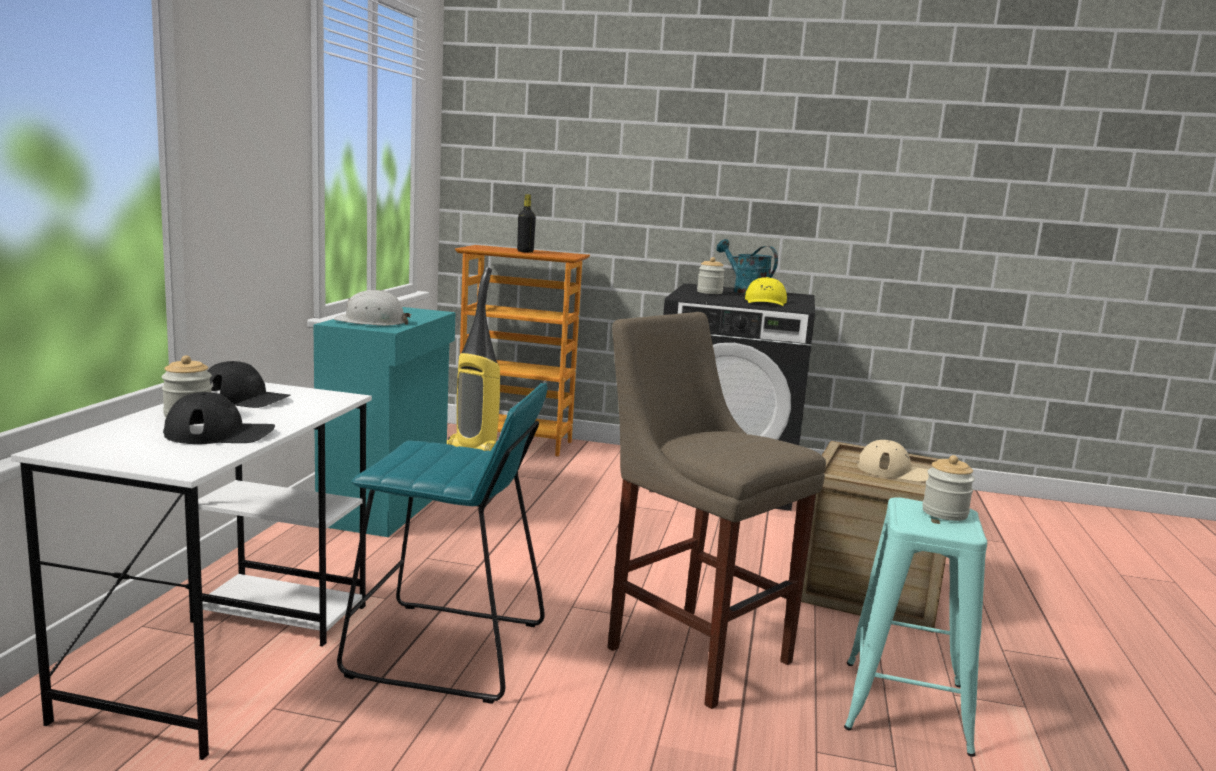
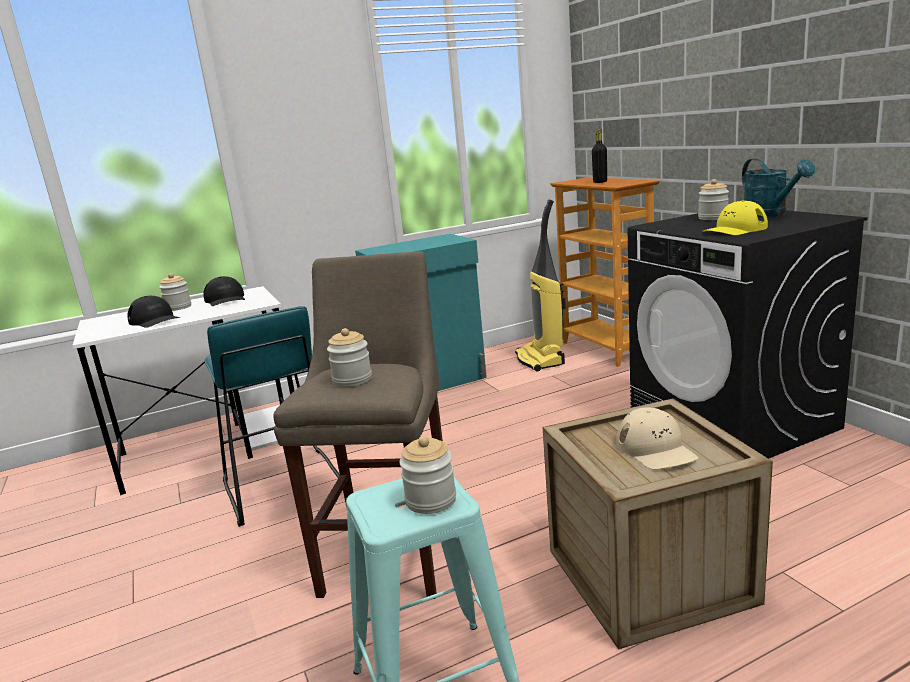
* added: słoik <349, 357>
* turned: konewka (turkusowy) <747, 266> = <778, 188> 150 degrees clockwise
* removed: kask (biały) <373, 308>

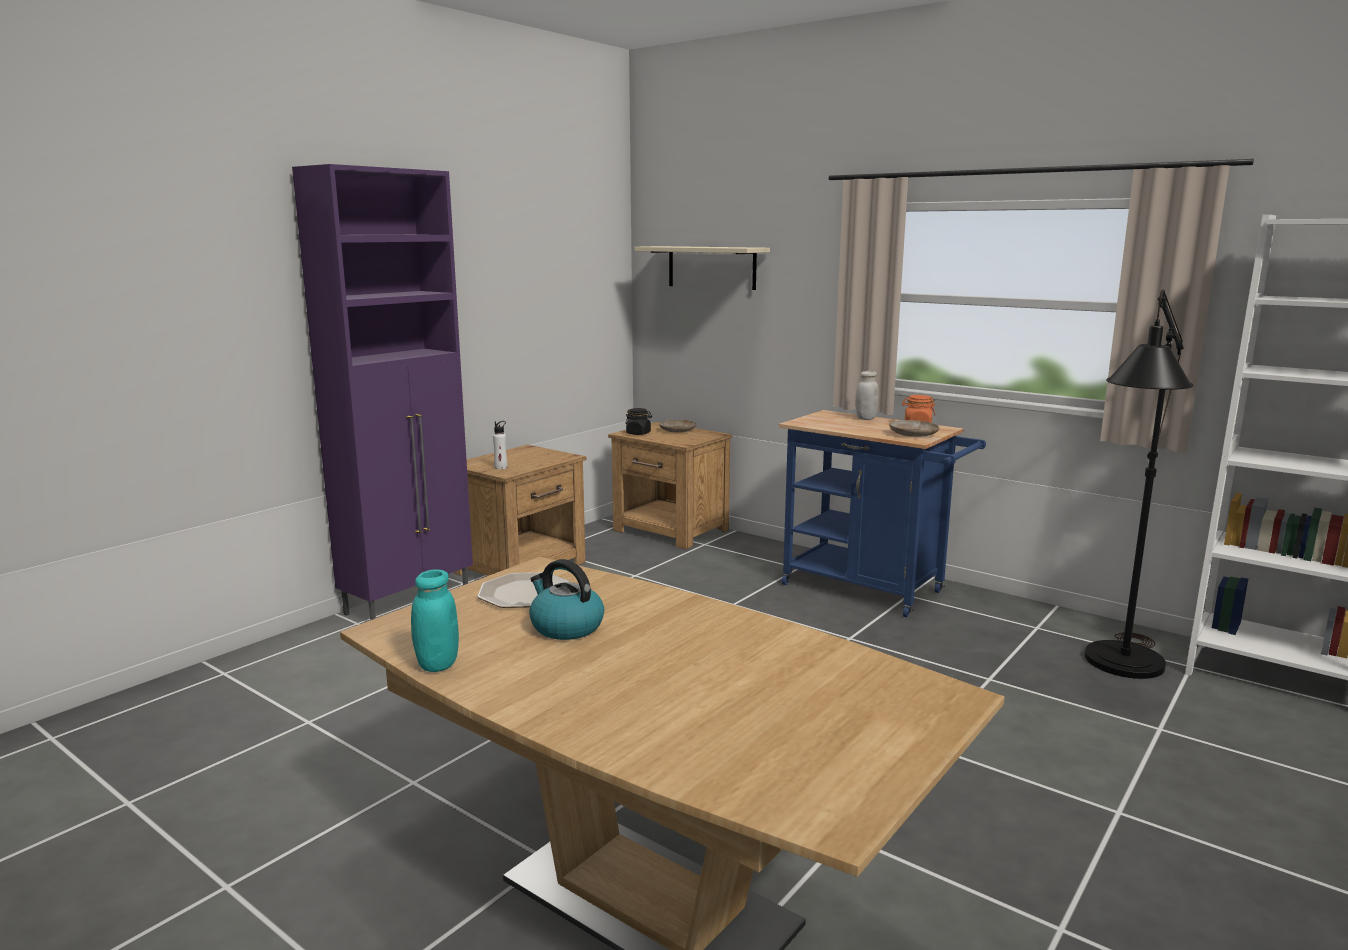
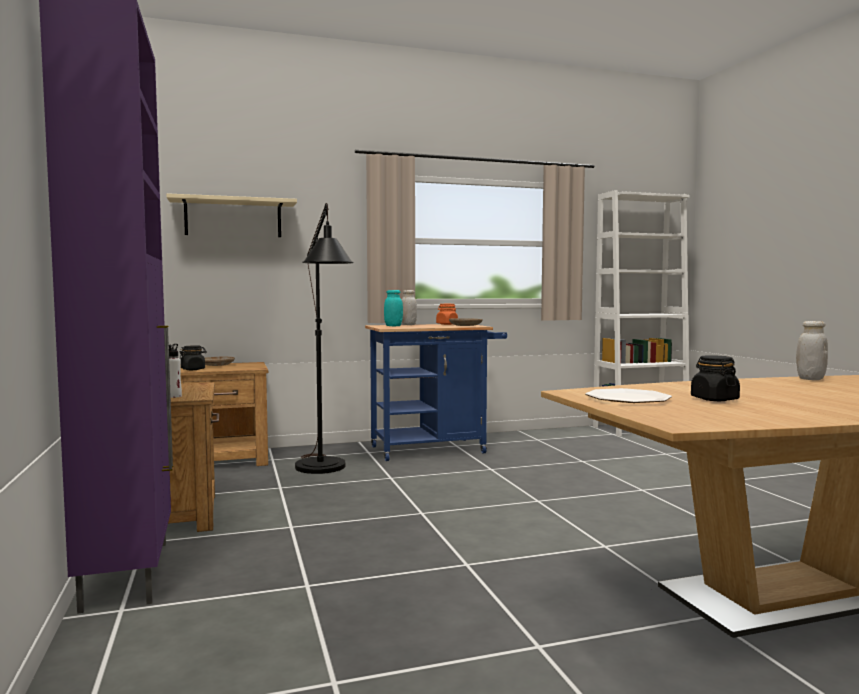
* moved: lampa stojąca (czarny) <1139, 484> to <324, 338>
* moved: słoik (turkusowy) <435, 621> to <393, 308>
* replaced: czajnik <566, 599> to słoik (czarny) <715, 378>
* added: słoik (biały) <812, 350>

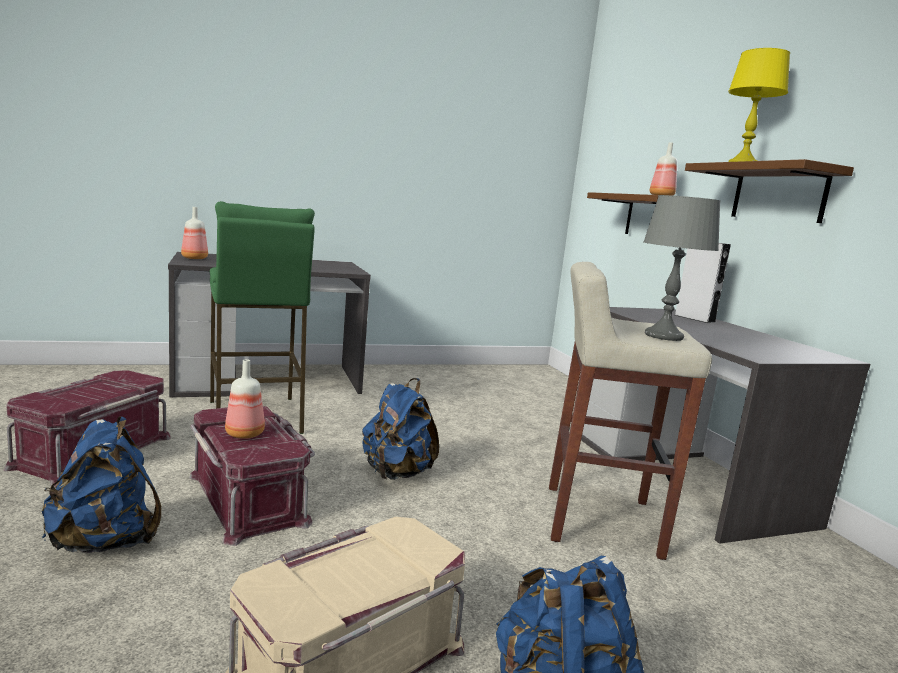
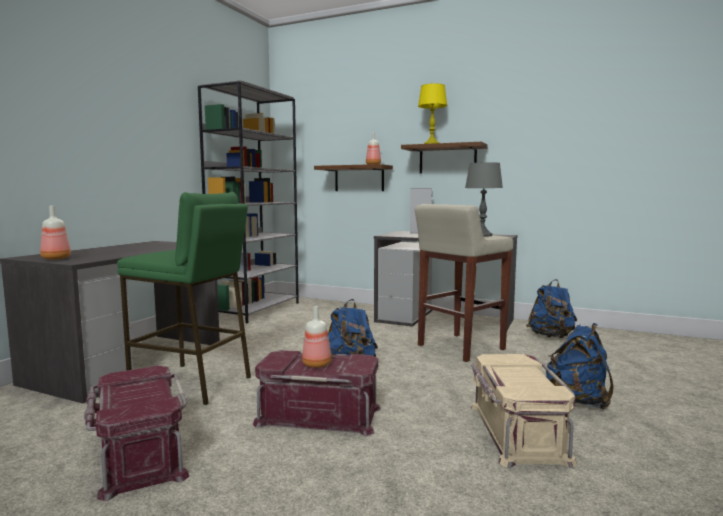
* added: regał (szary) <248, 201>
* moved: plecak (niebieski) <101, 484> to <551, 308>

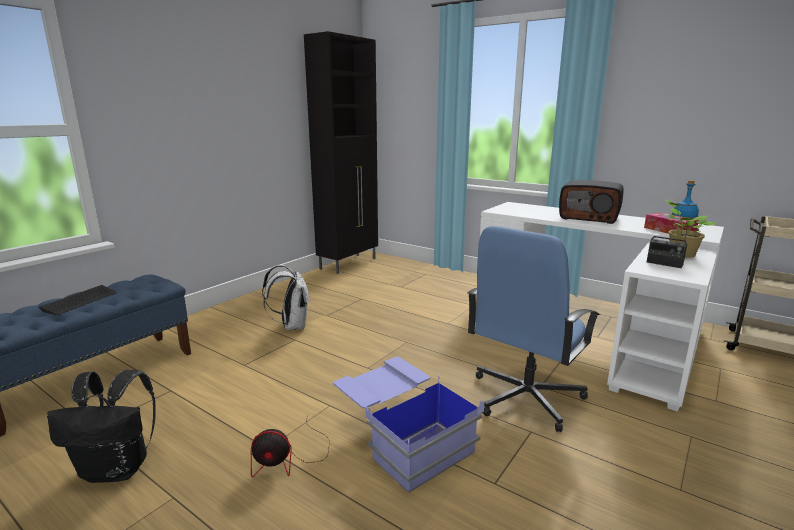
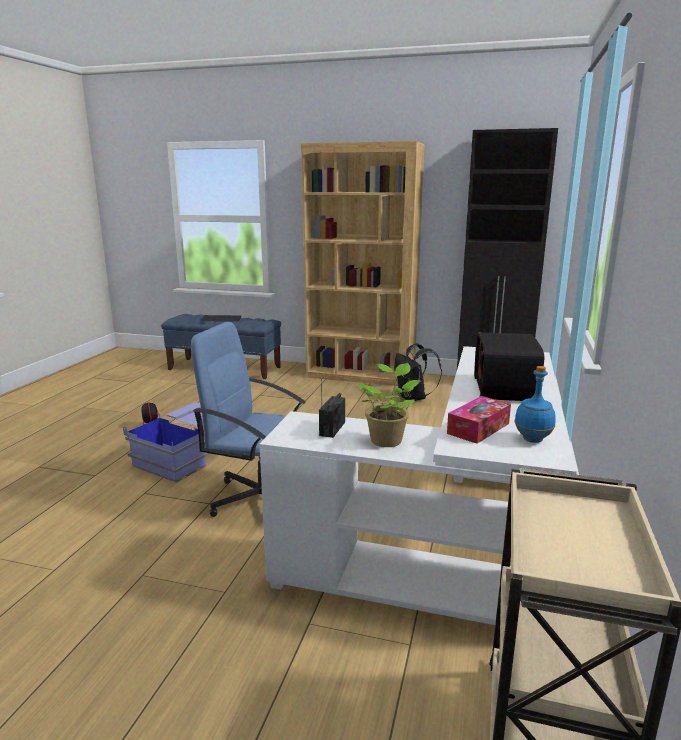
* added: regał (brązowy) <362, 263>
* moved: plecak (czarny) <101, 426> to <418, 372>
* removed: plecak (biały) <285, 297>

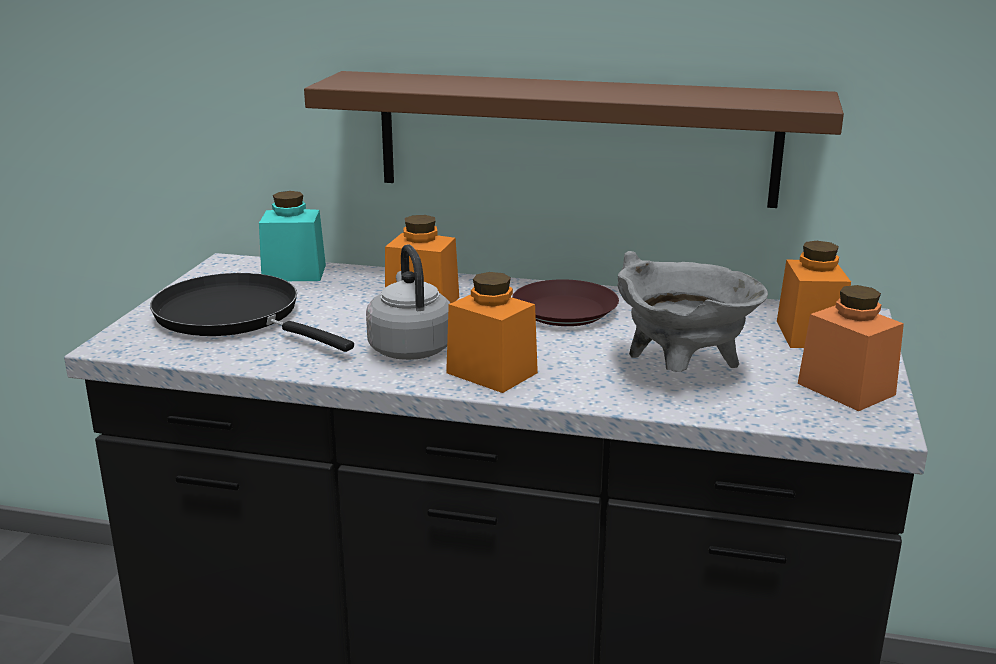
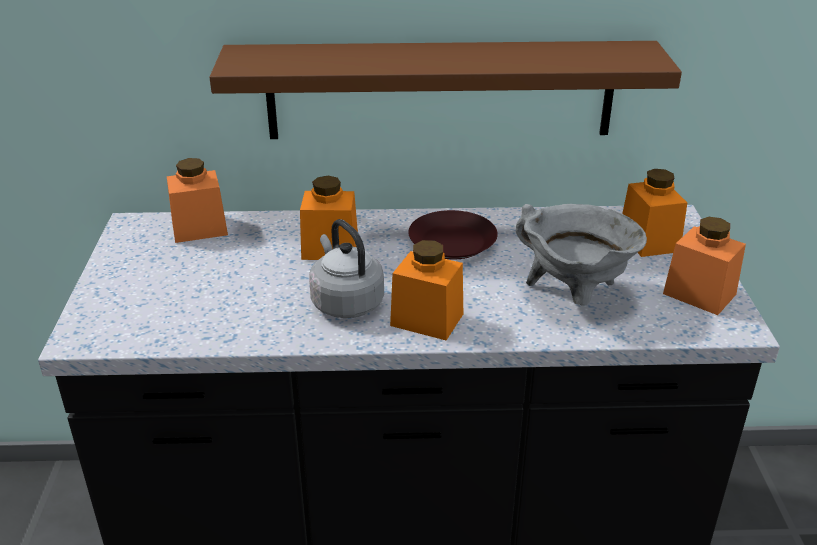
* recoloured: słoik (turkusowy) <292, 236> to słoik (pomarańczowy) <197, 200>
* removed: patelnia (czarny) <252, 312>

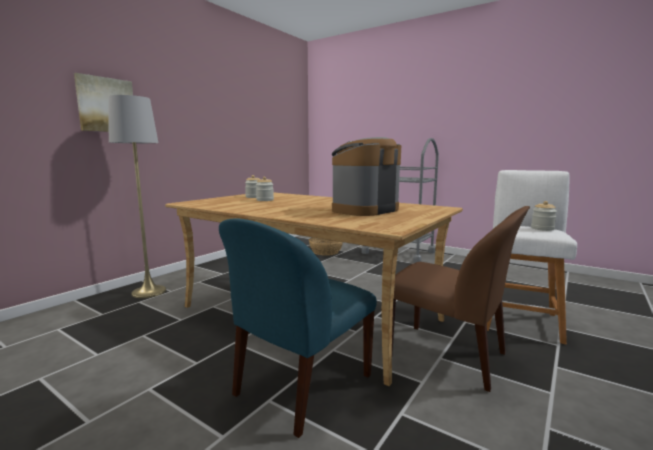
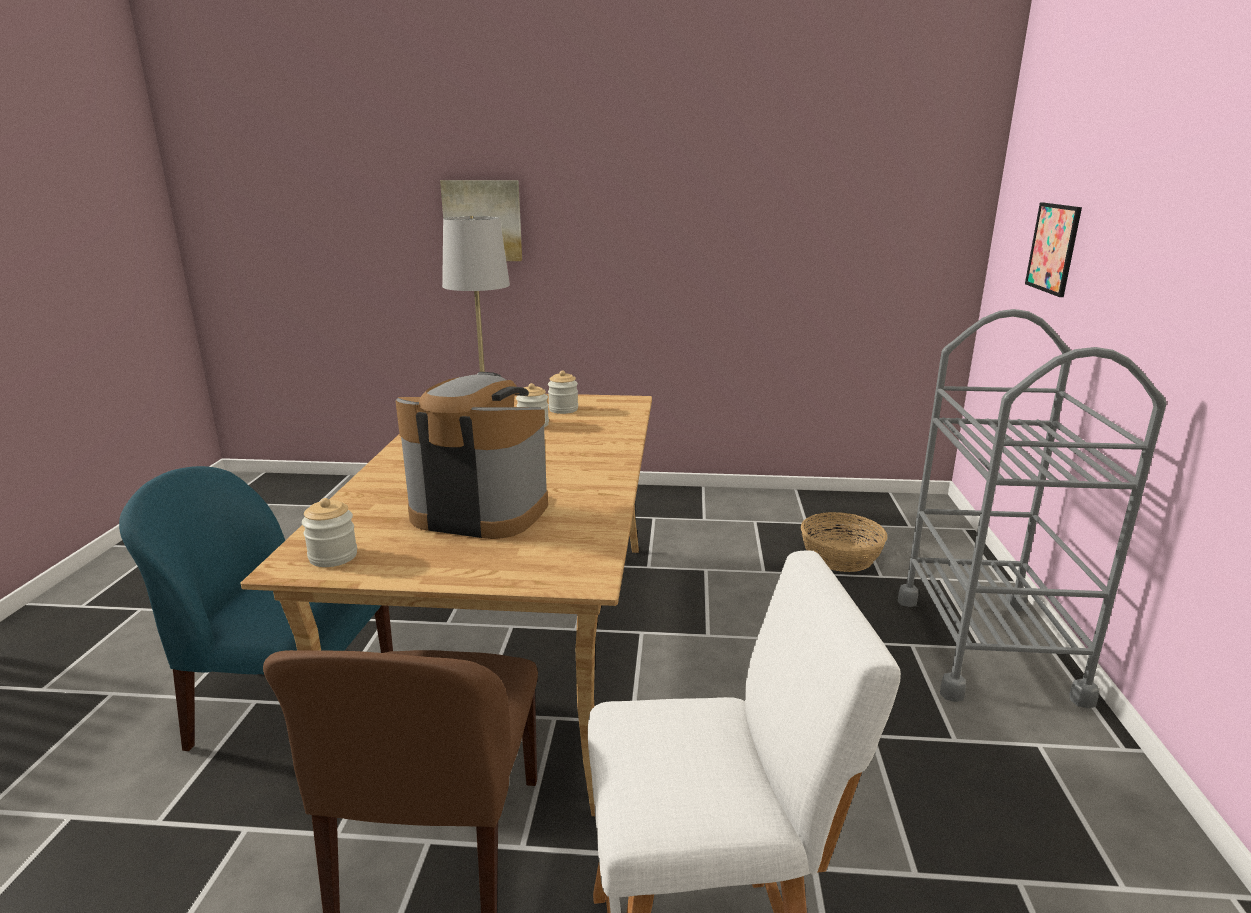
* moved: słoik <544, 216> to <329, 532>
* added: obraz <1053, 250>

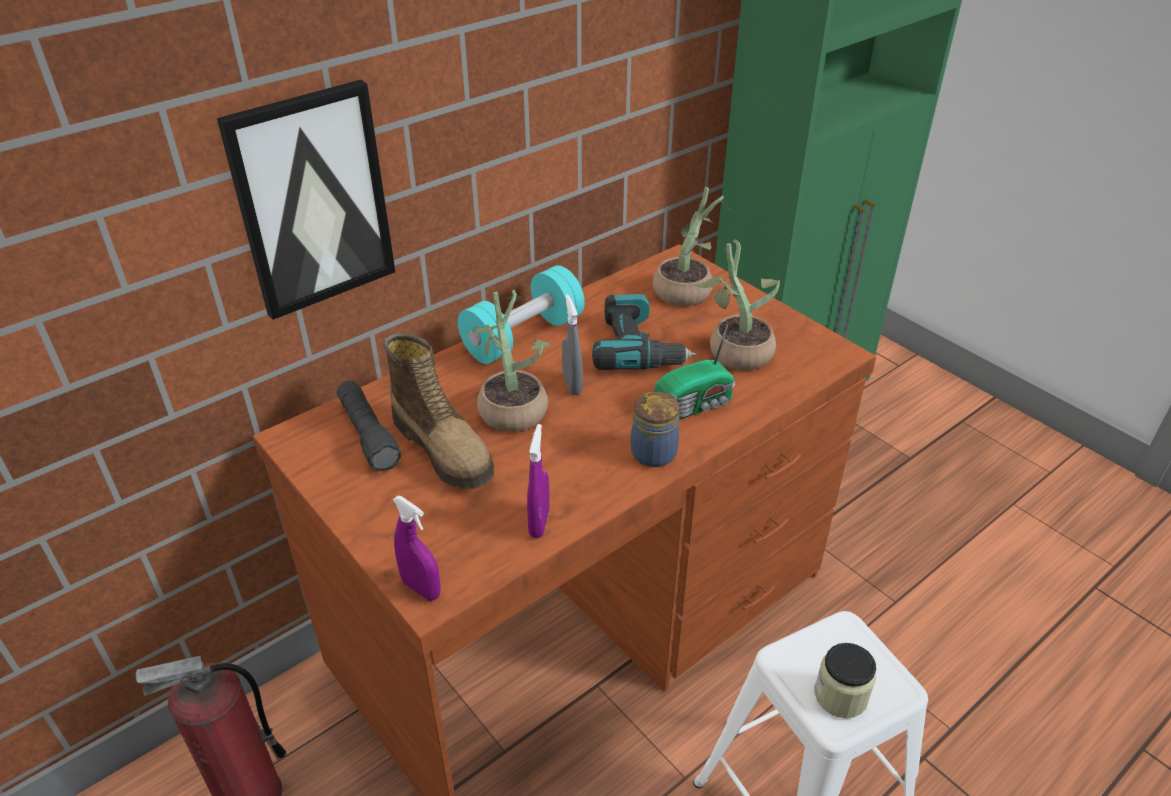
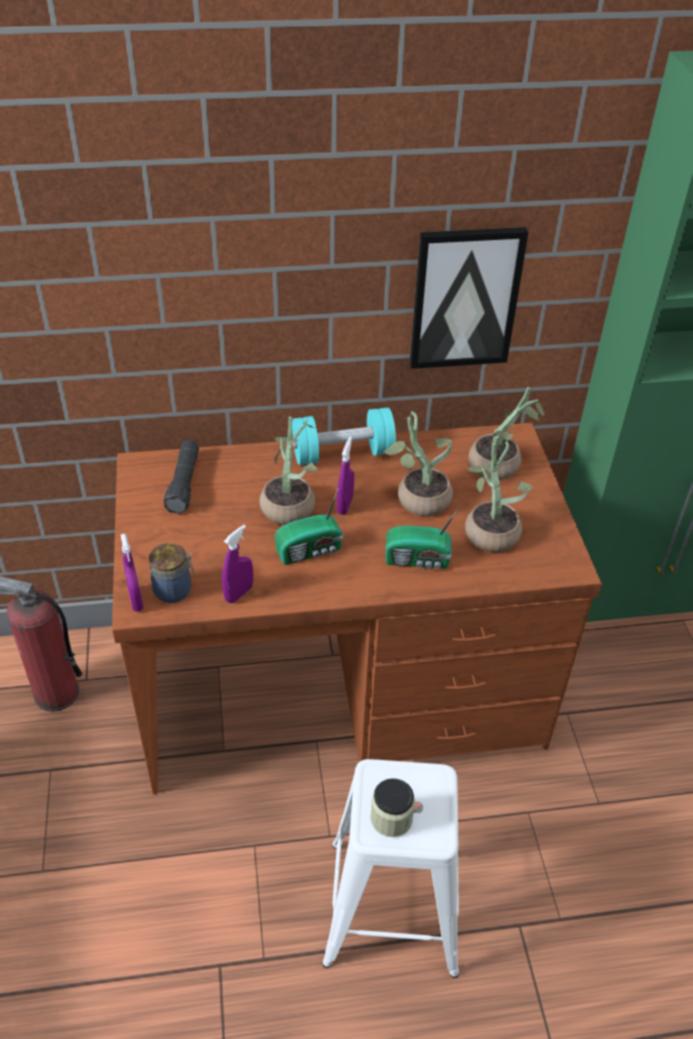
* moved: słoik <655, 429> to <172, 573>
* added: radio <309, 526>
* recoloured: spryskiwacz (szary) <572, 344> to spryskiwacz (fioletowy) <345, 476>
* replaced: wiertarka <644, 332> to roślina doniczkowa <417, 463>
* moved: obraz <306, 199> to <469, 298>
* removed: but z cholewką <438, 411>

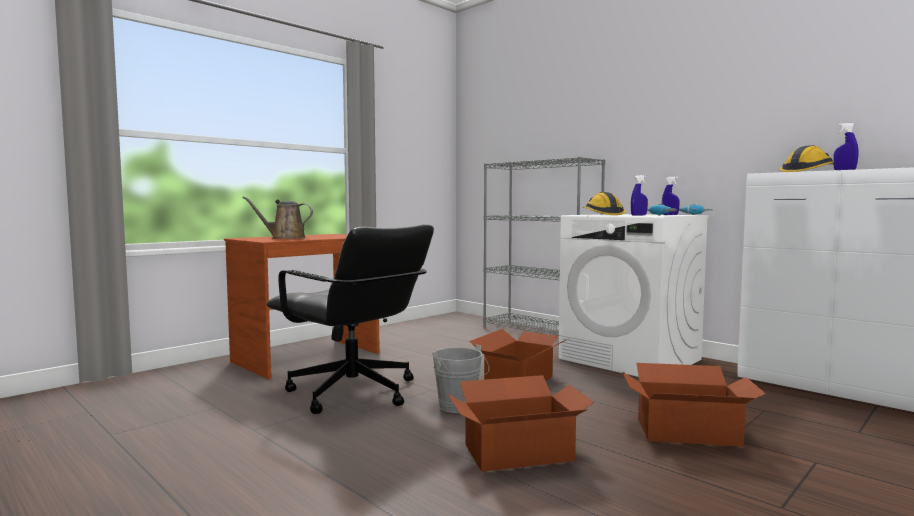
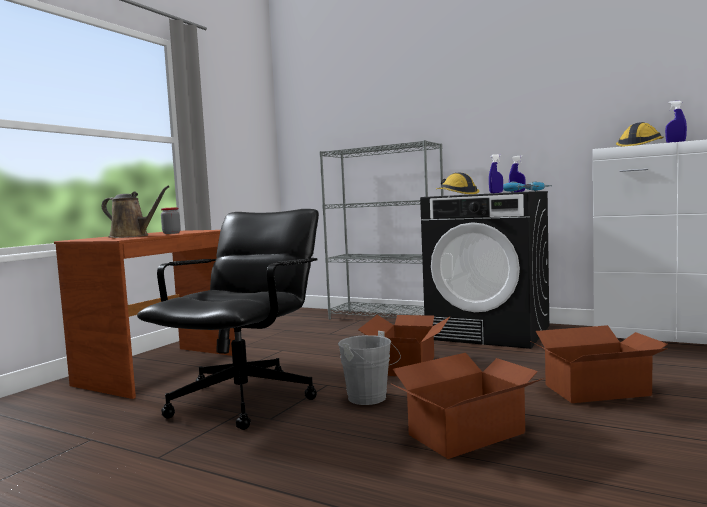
* turned: konewka (brązowy) <277, 217> = <136, 212> 150 degrees counterclockwise
* turned: krzesło biurowe (czarny) <350, 319> = <228, 319> 90 degrees counterclockwise
* added: słoik <171, 220>
* recoloured: pralka (biały) <633, 295> to pralka (czarny) <484, 270>

